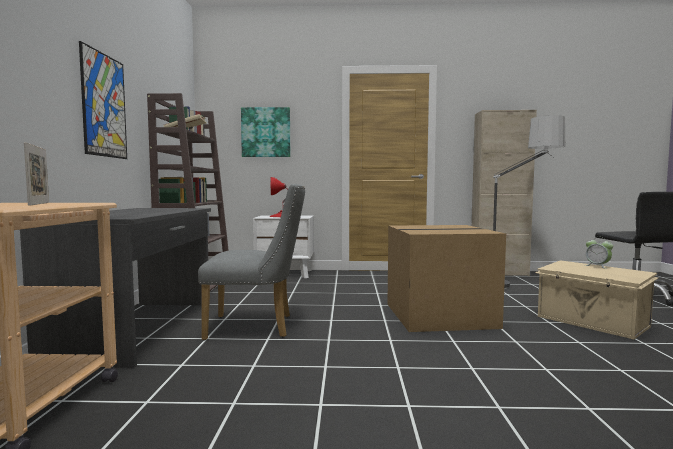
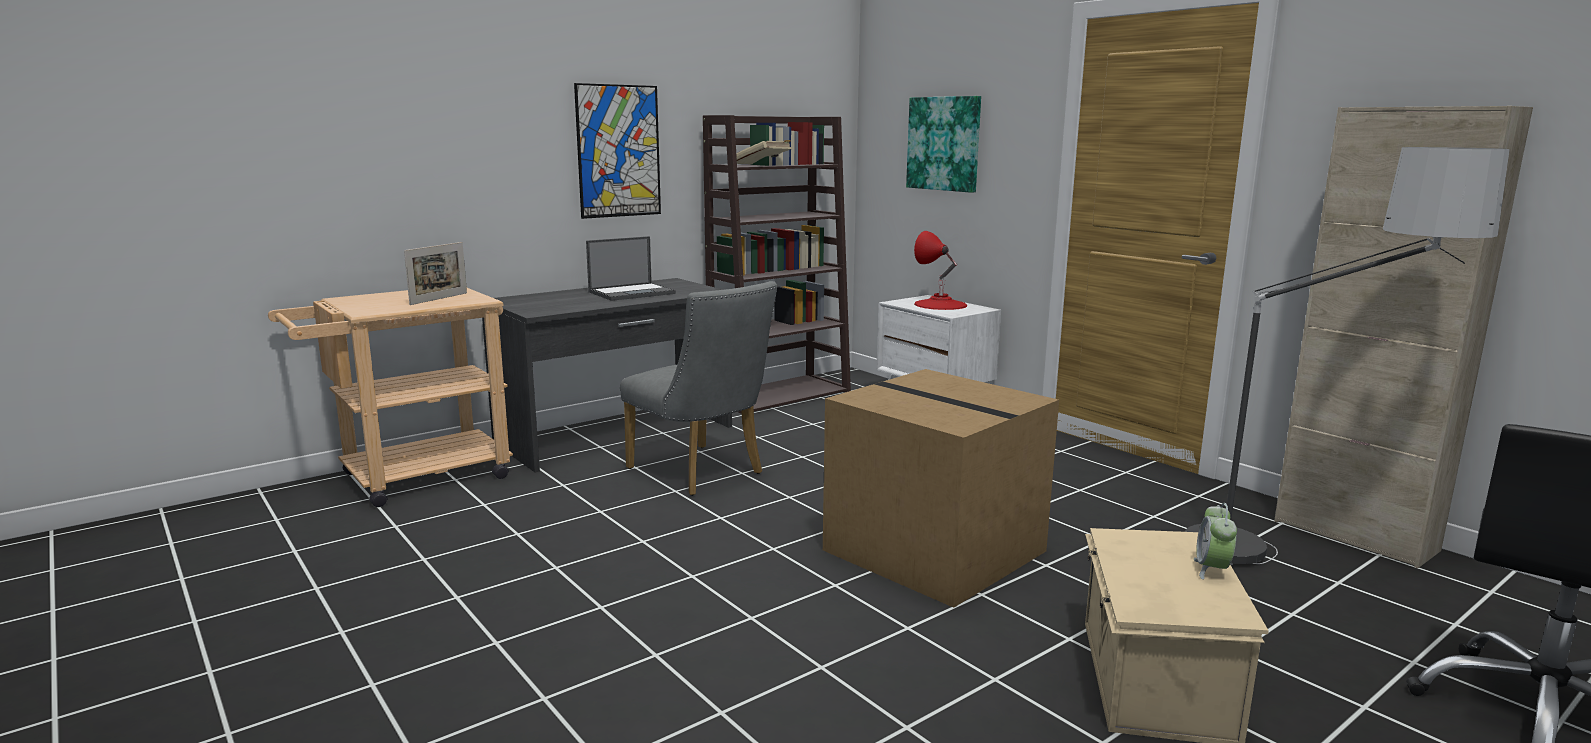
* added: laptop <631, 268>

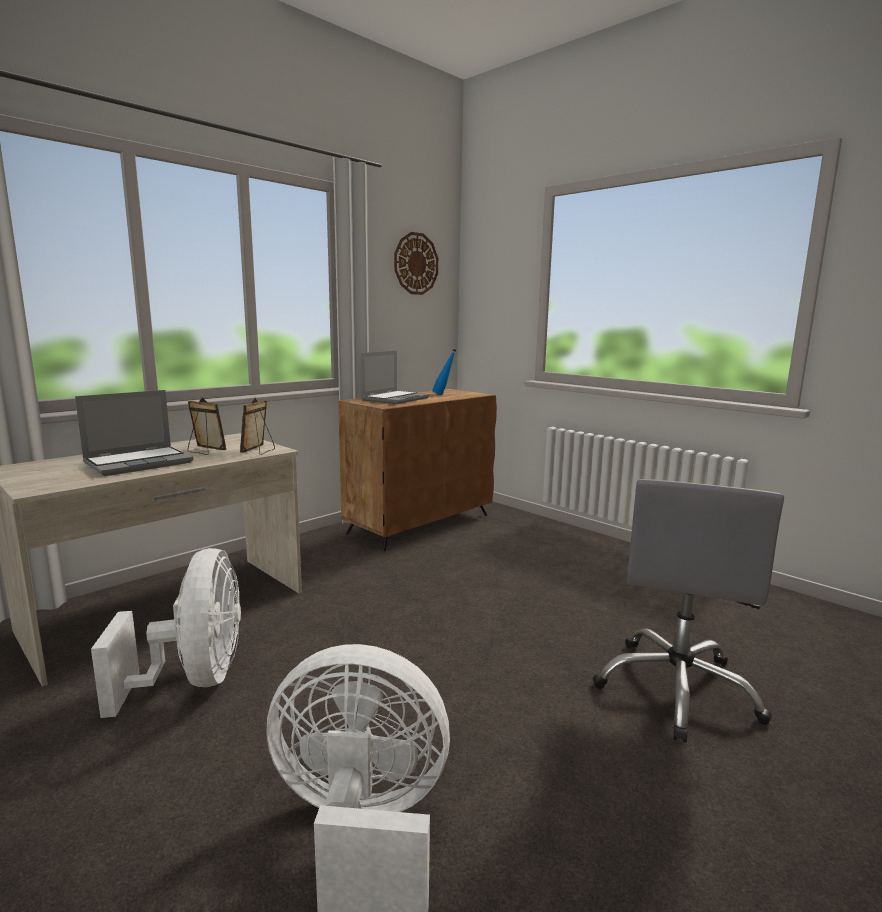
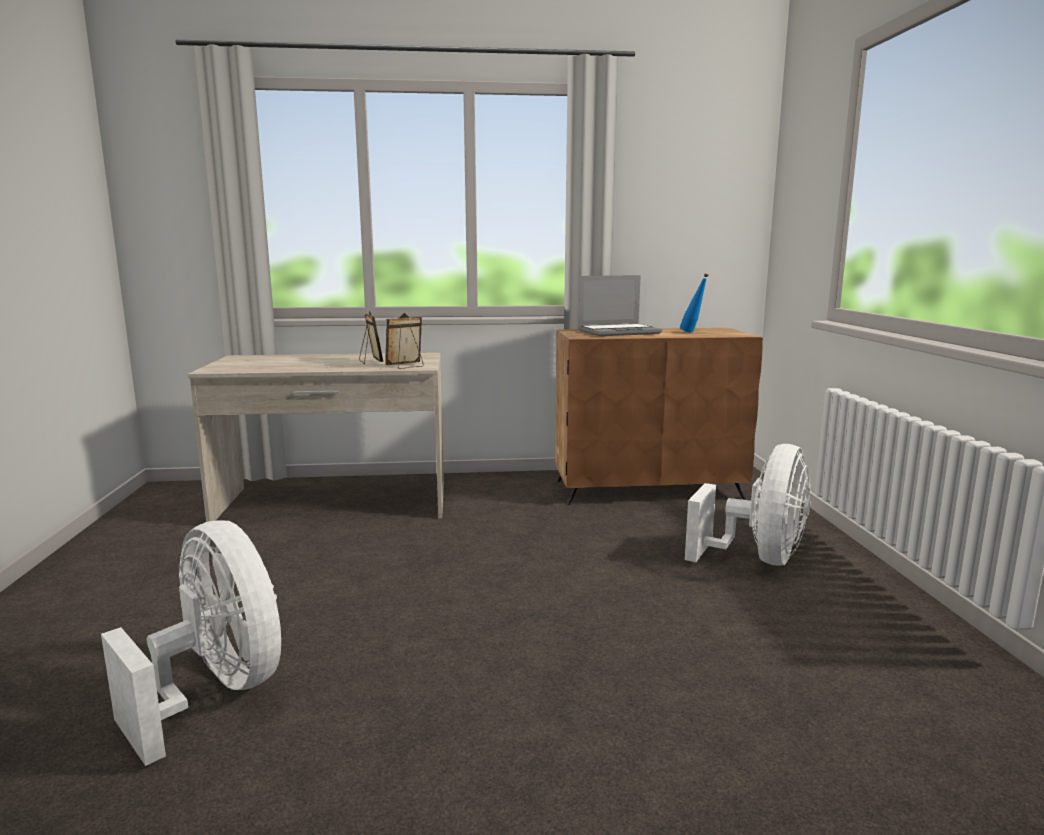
* moved: wentylator (biały) <166, 633> to <747, 505>
* removed: laptop <134, 433>
* removed: zegar ścienny <416, 263>
* removed: krzesło biurowe (szary) <688, 611>

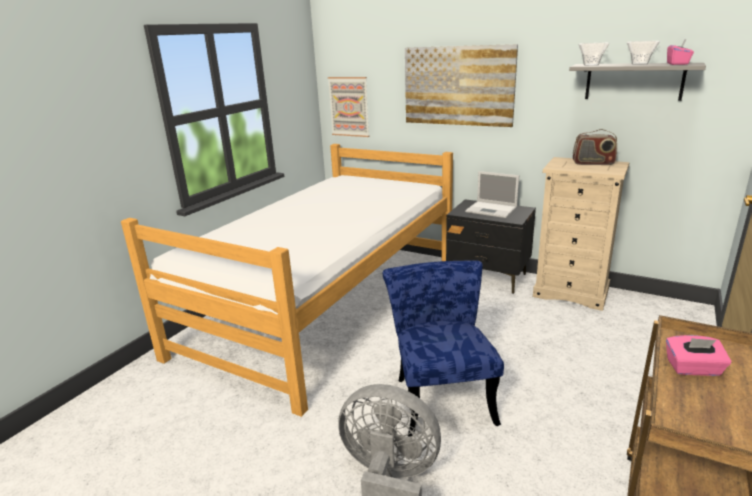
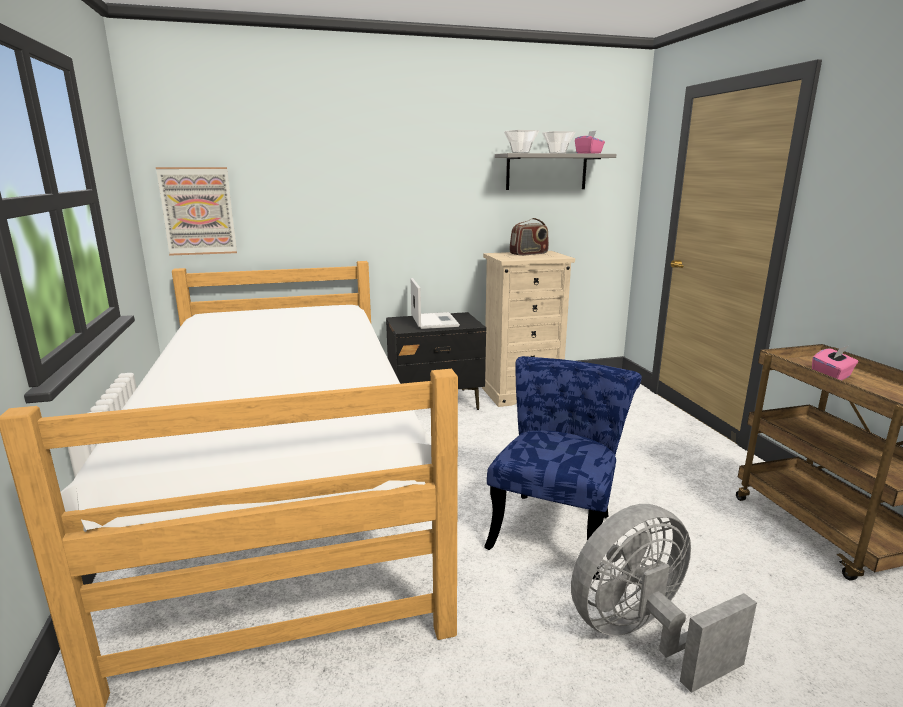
* turned: laptop <492, 194> = <435, 303> 90 degrees counterclockwise
* turned: krzesło (niebieski) <443, 348> = <563, 468> 75 degrees clockwise
* removed: obraz <461, 85>

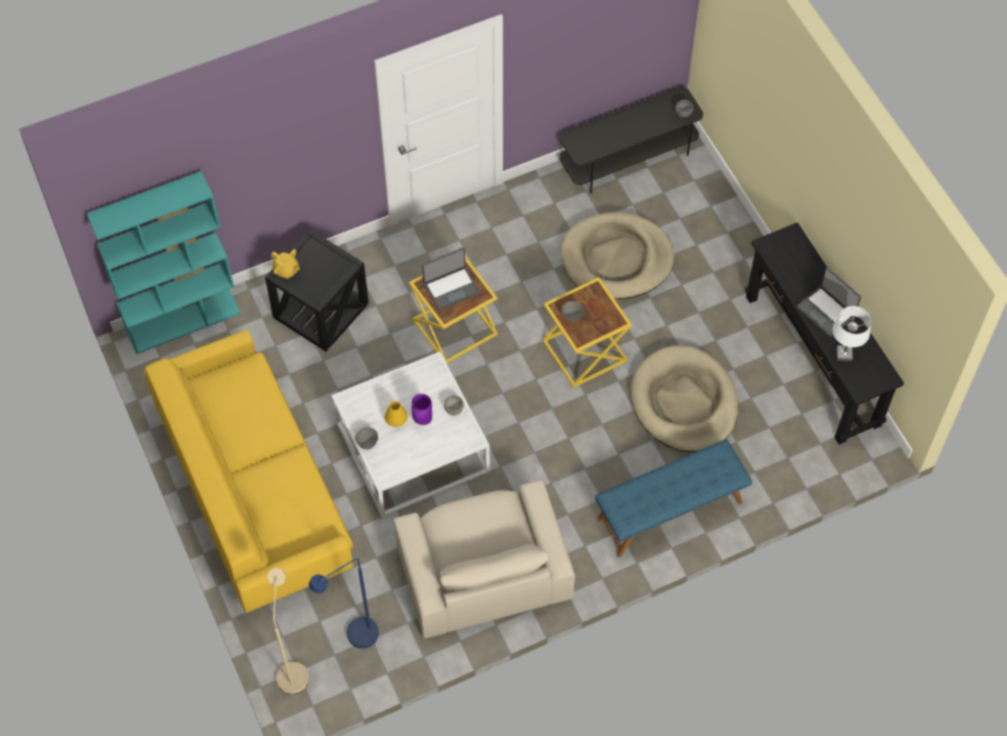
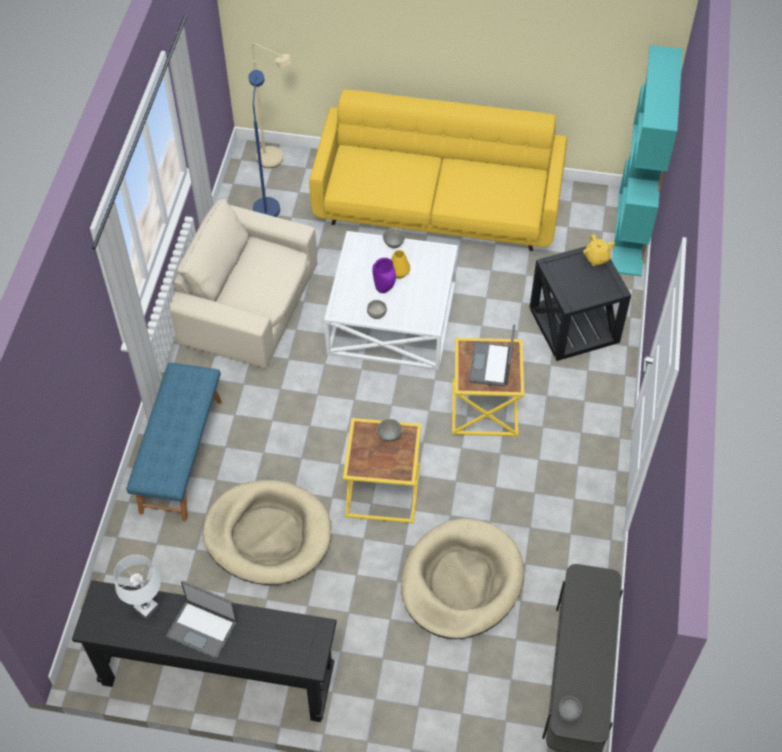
* turned: laptop <829, 302> = <201, 619> 150 degrees counterclockwise
* turned: imbryk (żółty) <285, 264> = <599, 250> 90 degrees counterclockwise

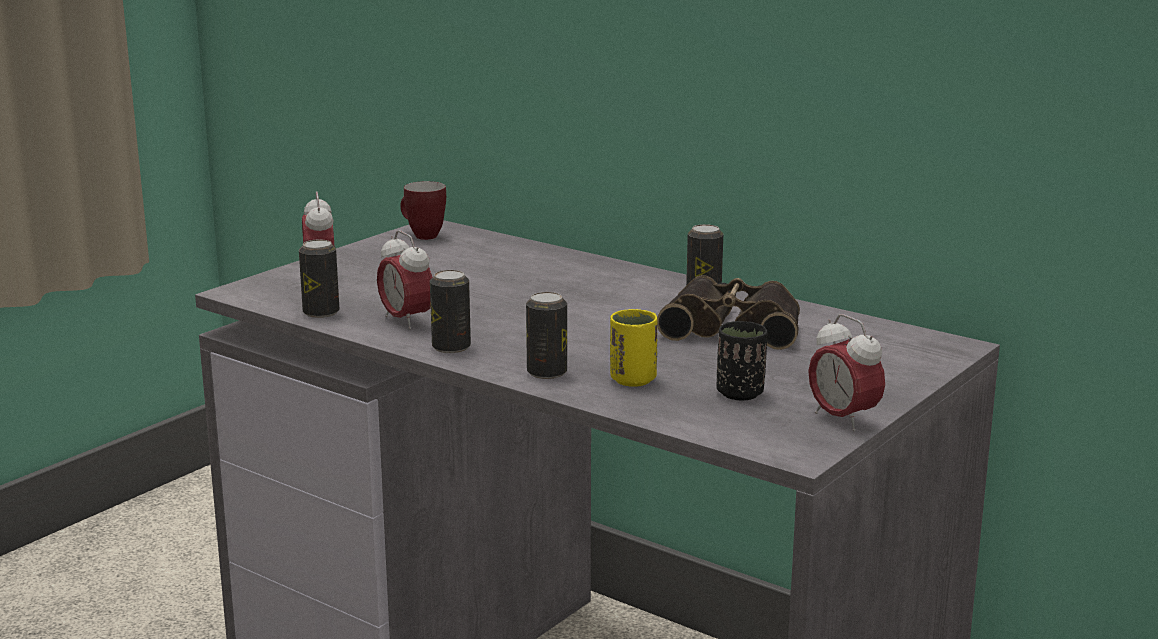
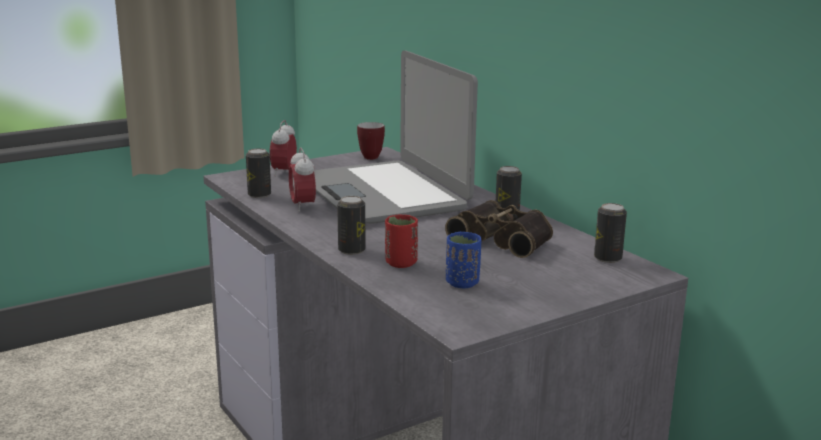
* added: laptop <396, 137>
* recoloured: filiżanka (żółty) <633, 348> to filiżanka (czerwony) <401, 241>
* recoloured: filiżanka (czarny) <742, 361> to filiżanka (niebieski) <463, 260>
* moved: puszka <450, 311> to <610, 233>
* removed: budzik <846, 372>

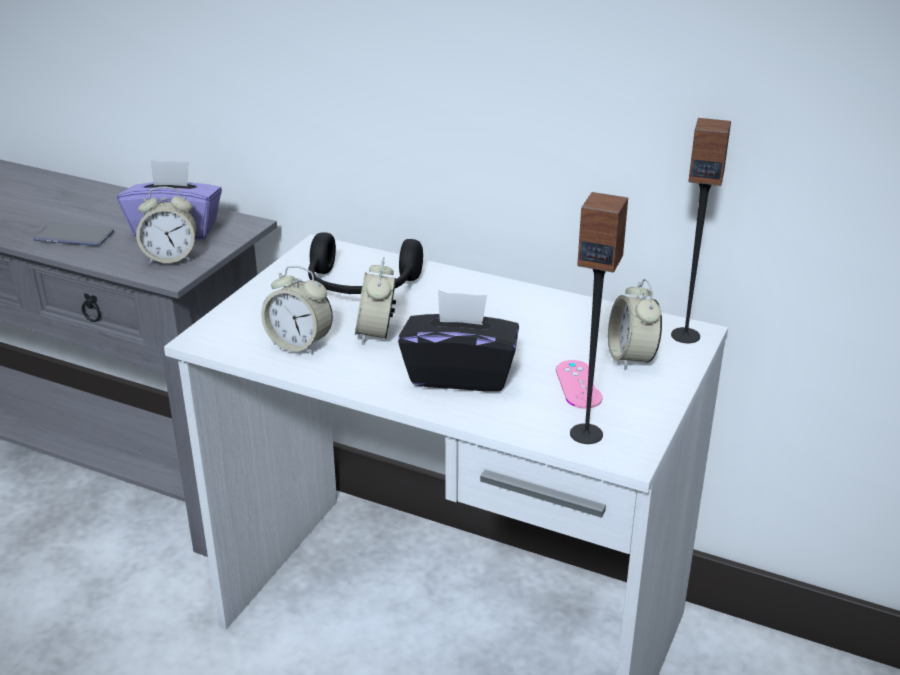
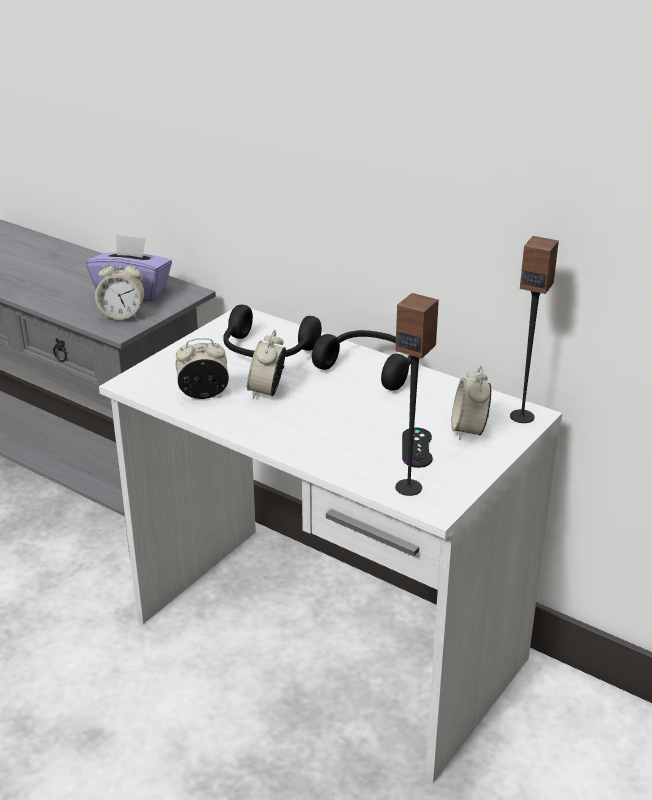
* turned: budzik <297, 310> = <202, 368> 135 degrees clockwise
* added: słuchawki (czarny) <361, 360>
* recoloured: pad do gier (różowy) <579, 384> to pad do gier (czarny) <417, 447>
* removed: telefon <74, 234>
* removed: pudełko chusteczek (czarny) <458, 341>

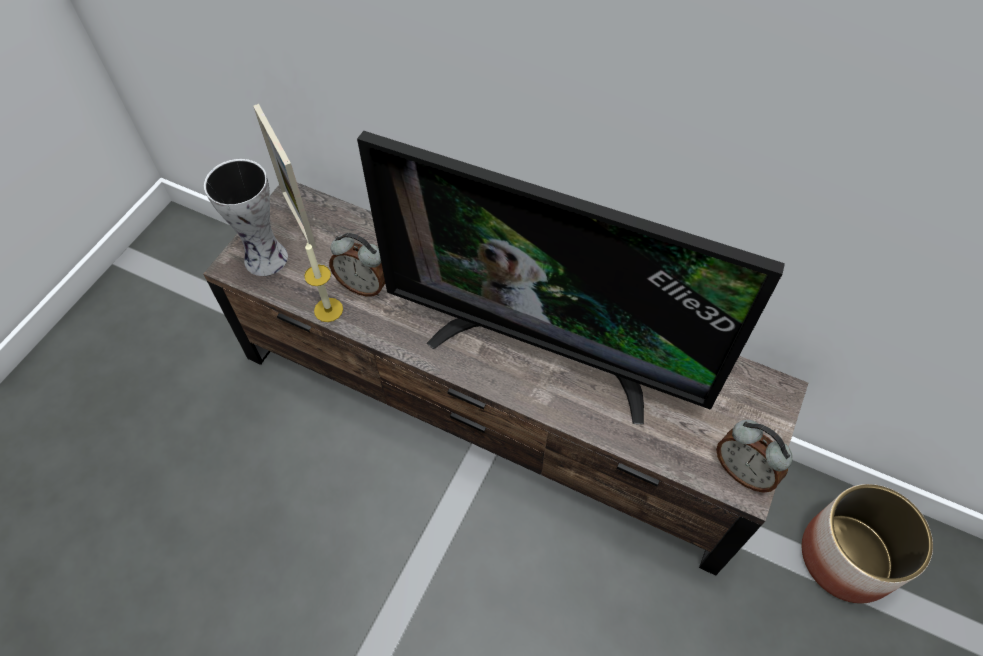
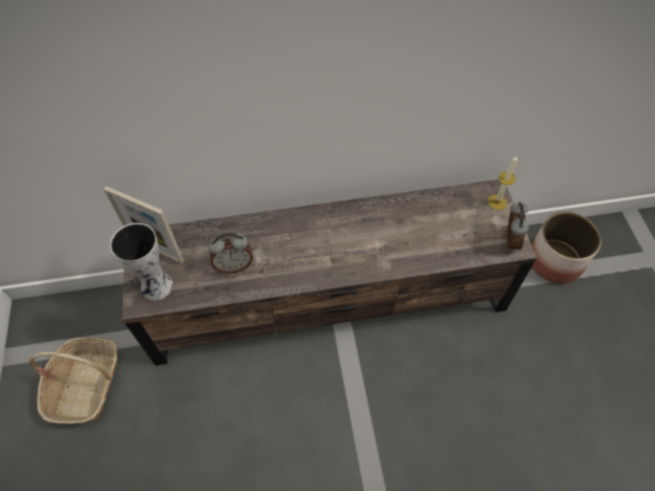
* added: koszyk <73, 380>
* moved: świeca <323, 282> to <502, 182>
* turned: budzik <754, 456> = <518, 227> 90 degrees counterclockwise
* removed: telewizor <571, 277>

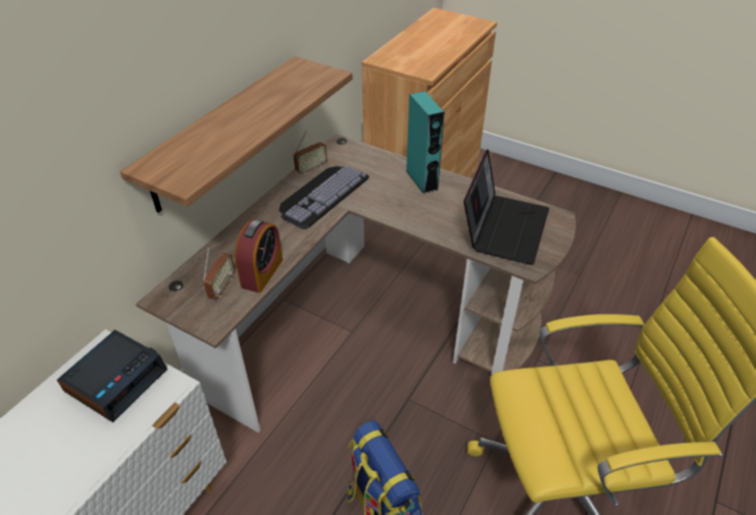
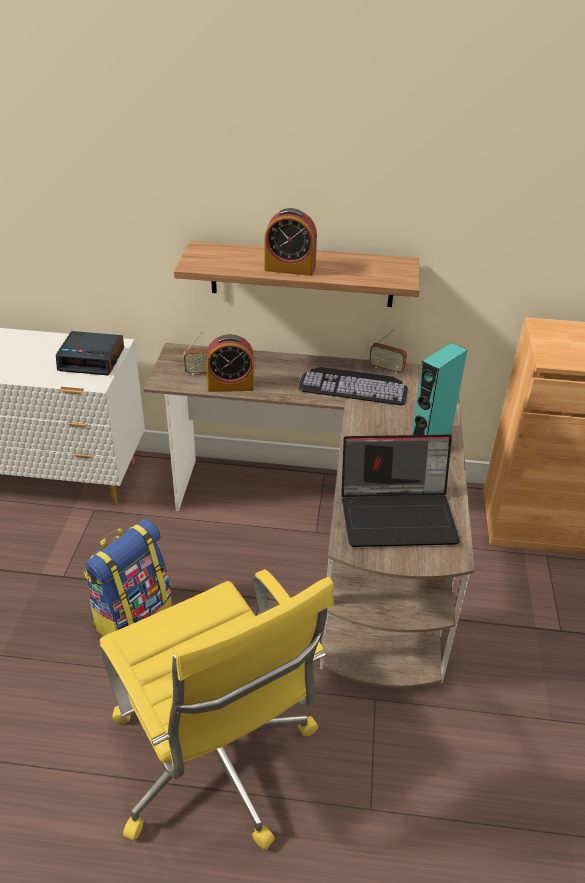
* added: budzik <290, 242>

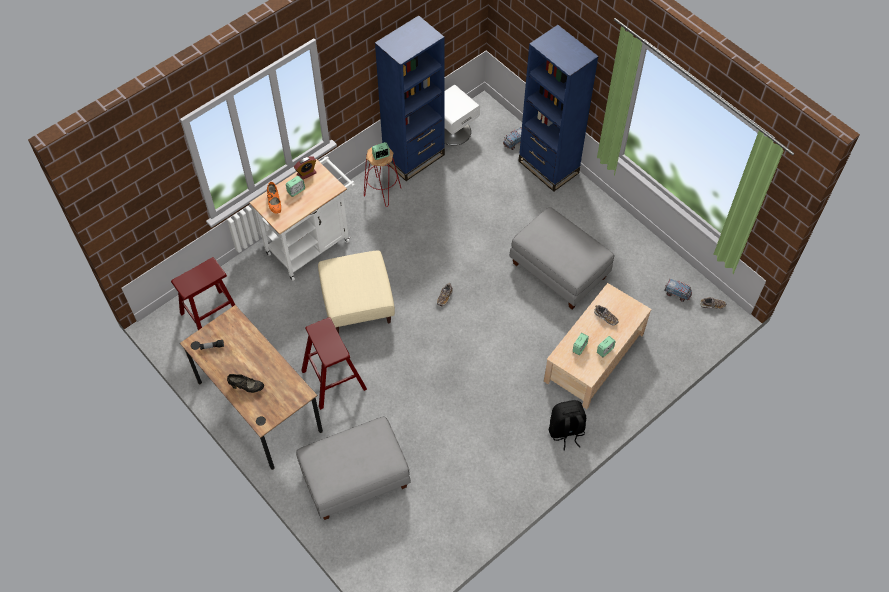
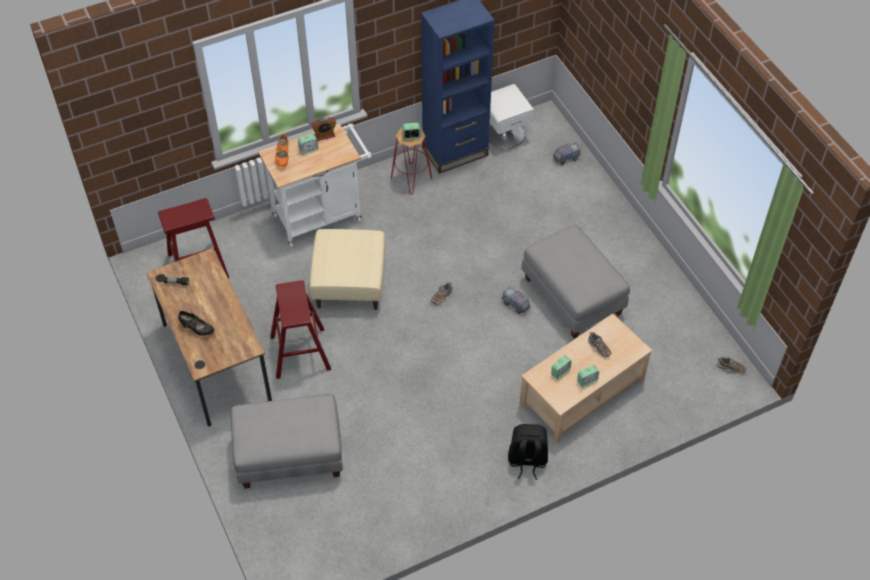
* moved: ciężarówka zabawkowa <678, 290> to <516, 300>
* removed: regał (niebieski) <559, 108>

